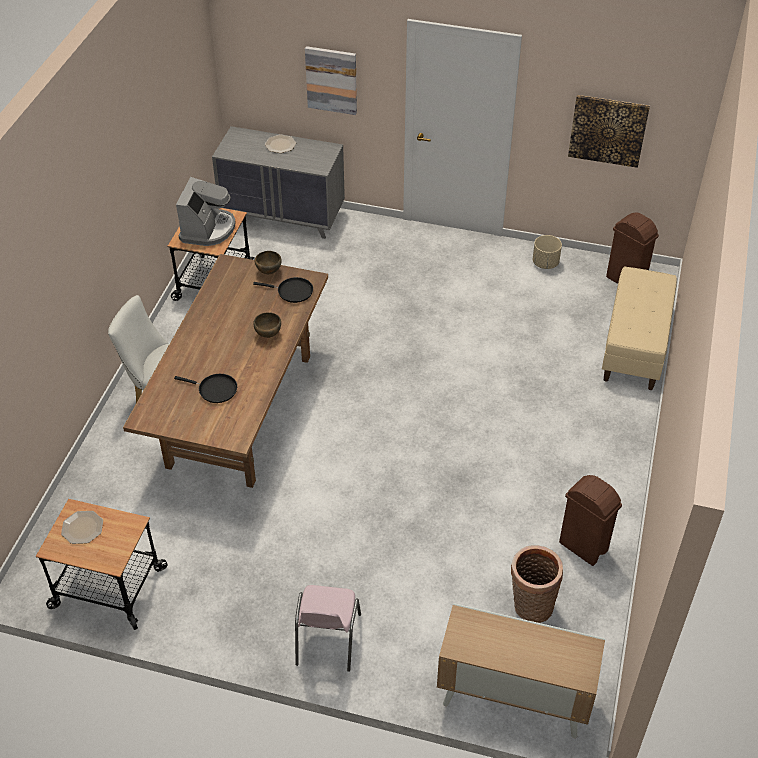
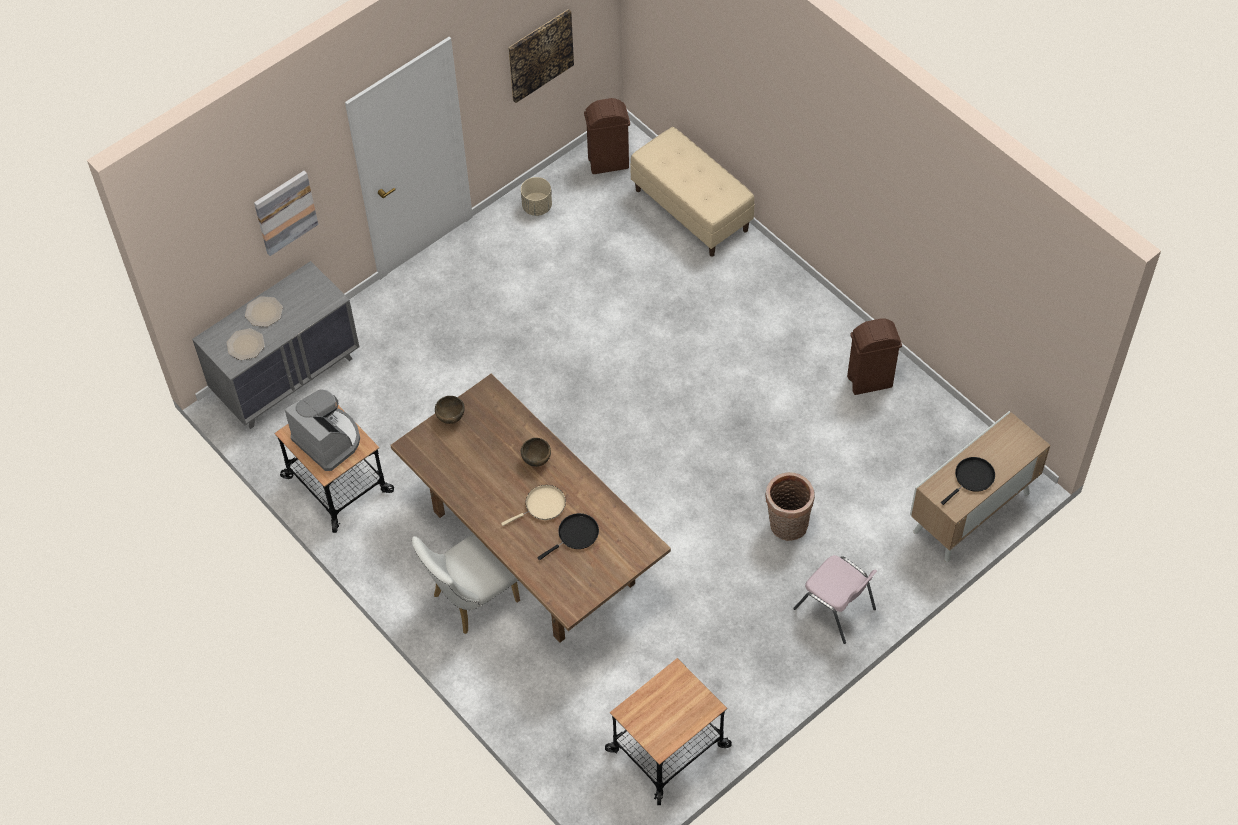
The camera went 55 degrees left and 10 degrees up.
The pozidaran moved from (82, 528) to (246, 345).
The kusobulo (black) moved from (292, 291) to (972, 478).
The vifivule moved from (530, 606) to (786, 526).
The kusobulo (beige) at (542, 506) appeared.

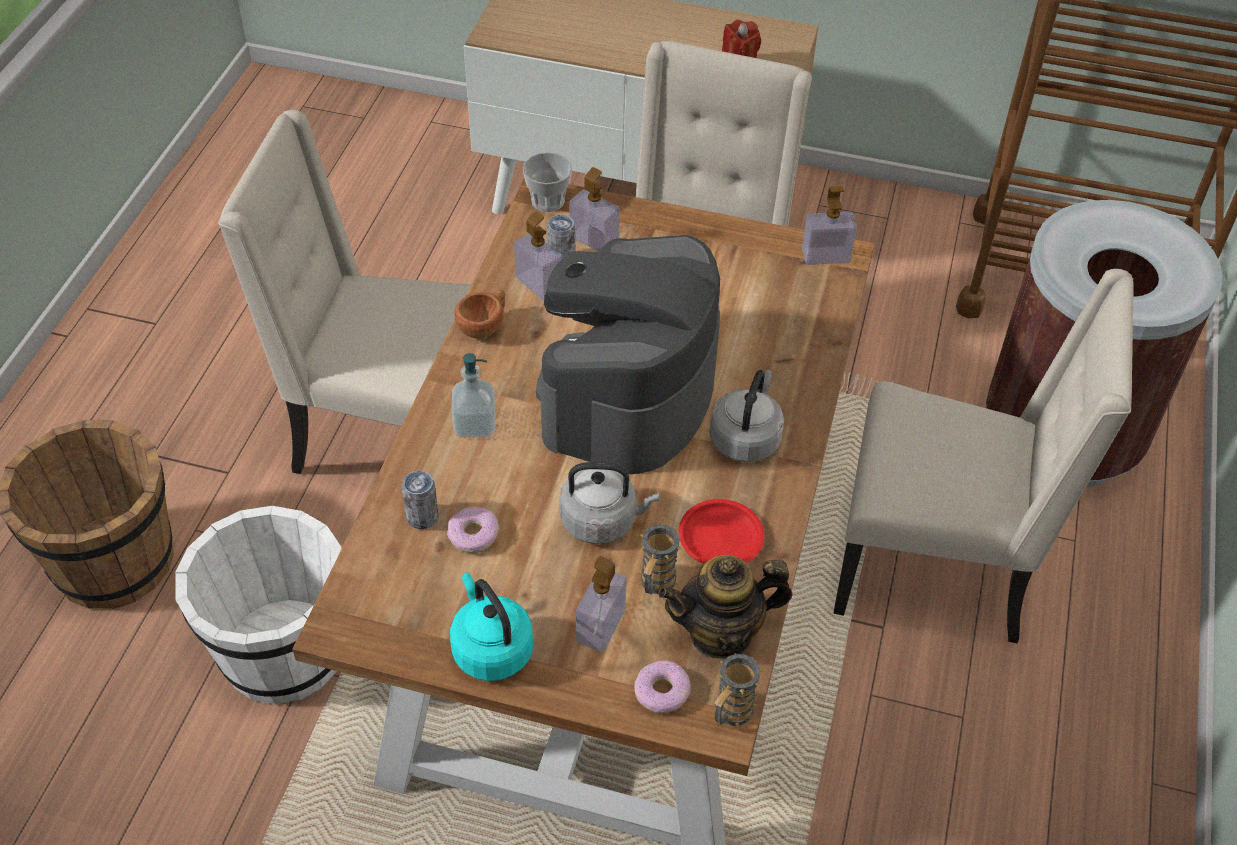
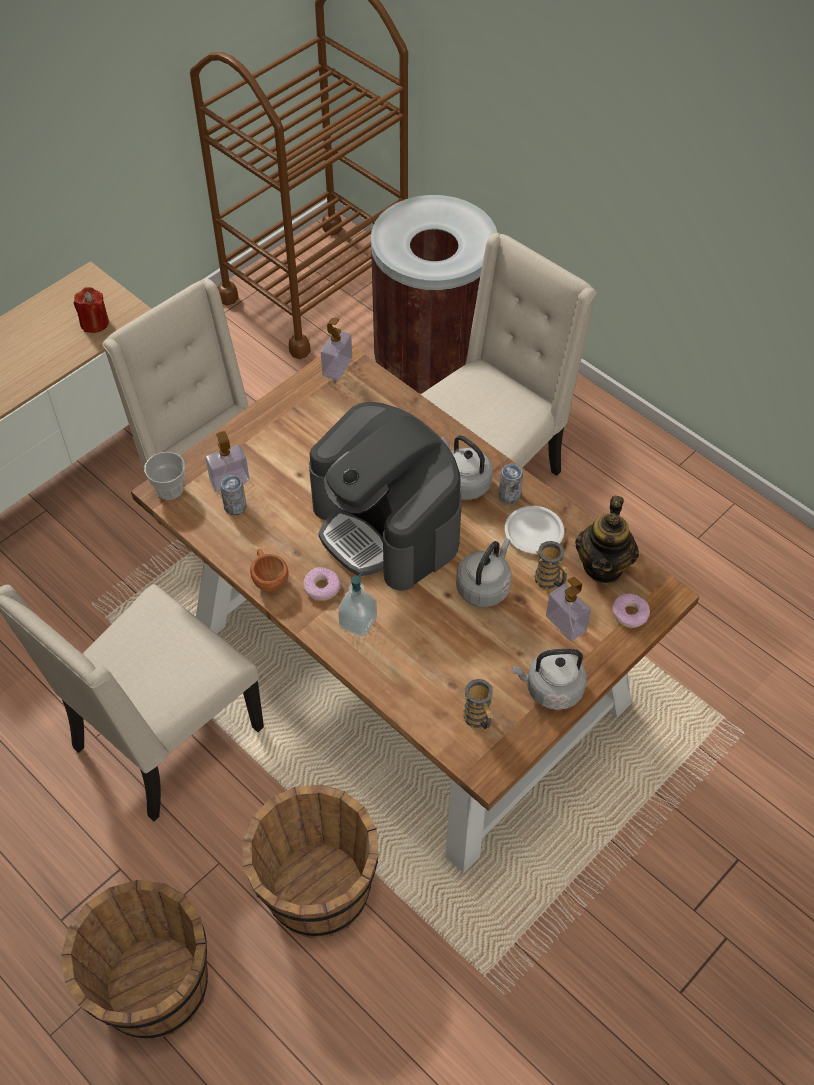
The camera went 60 degrees left and 5 degrees up.
The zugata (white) at (282, 651) became the zugata (brown) at (317, 891).
The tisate moved from (422, 517) to (509, 496).
The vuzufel moved from (473, 535) to (321, 588).
The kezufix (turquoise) at (490, 648) became the kezufix (grey) at (551, 689).
The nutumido at (539, 284) disappeared.
The pozidaran (red) at (721, 538) became the pozidaran (white) at (534, 532).
The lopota moved from (730, 714) to (479, 720).

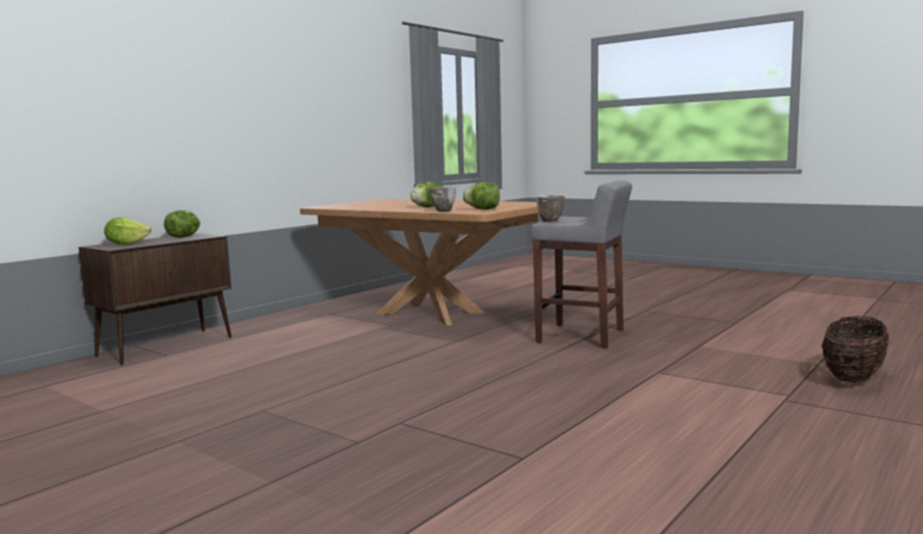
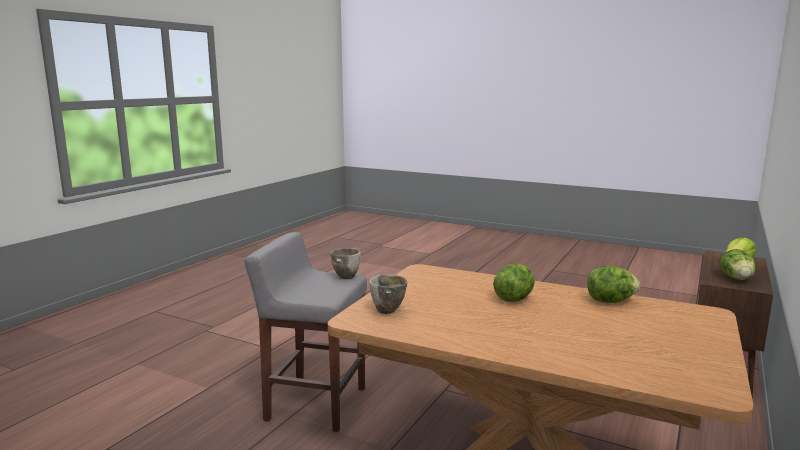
The camera went 170 degrees right and 5 degrees up.
The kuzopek moved from (443, 211) to (387, 311).
The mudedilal moved from (483, 209) to (610, 301).
The vifivule at (853, 378) disappeared.

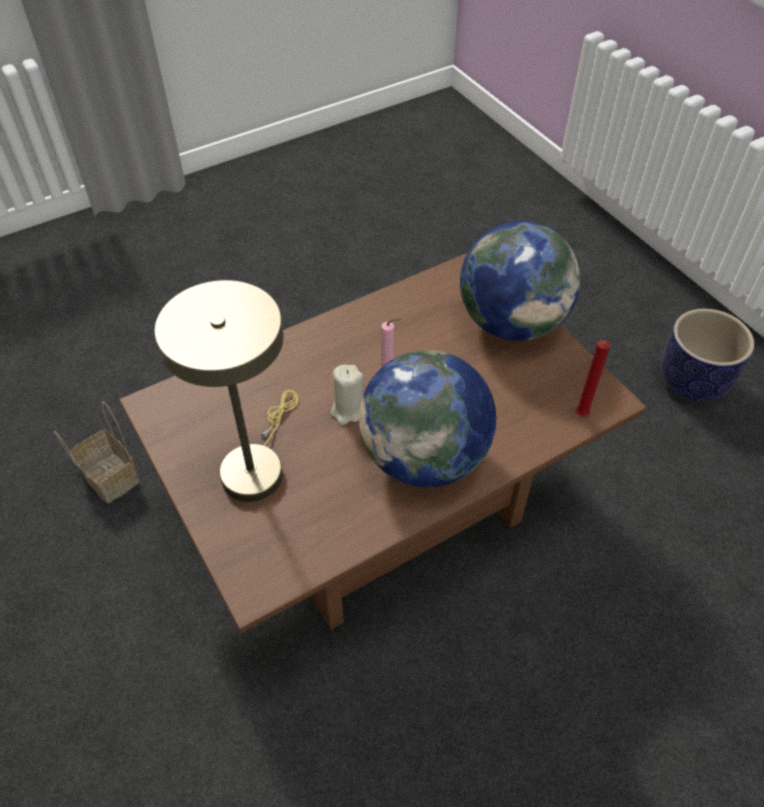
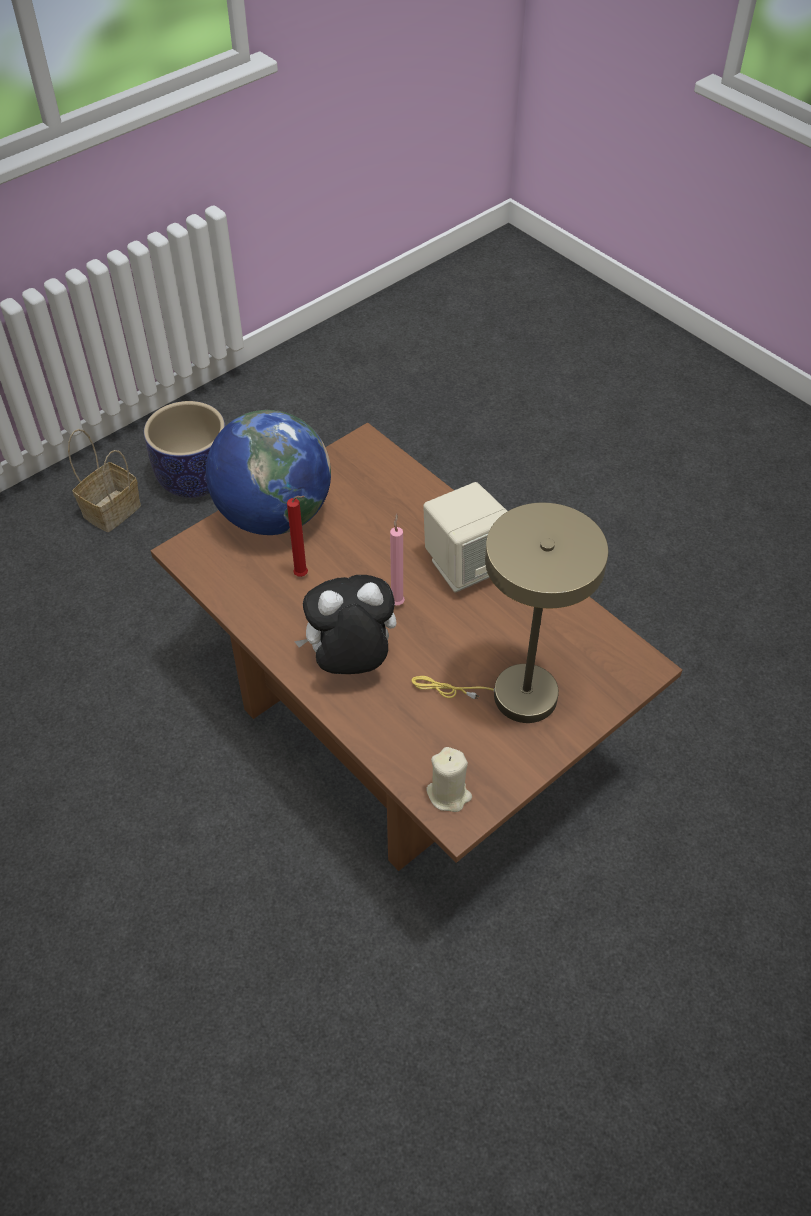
The camera went 100 degrees left and 0 degrees up.
The vifivule moved from (109, 477) to (111, 512).
The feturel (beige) moved from (349, 410) to (449, 794).
The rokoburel at (424, 458) was replaced by the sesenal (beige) at (465, 565).
The feturel (red) moved from (580, 416) to (303, 576).
The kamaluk at (350, 662) appeared.

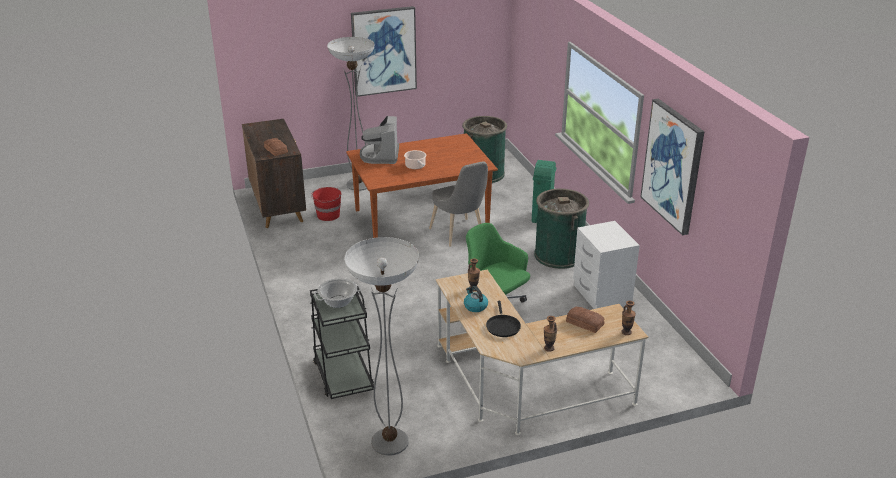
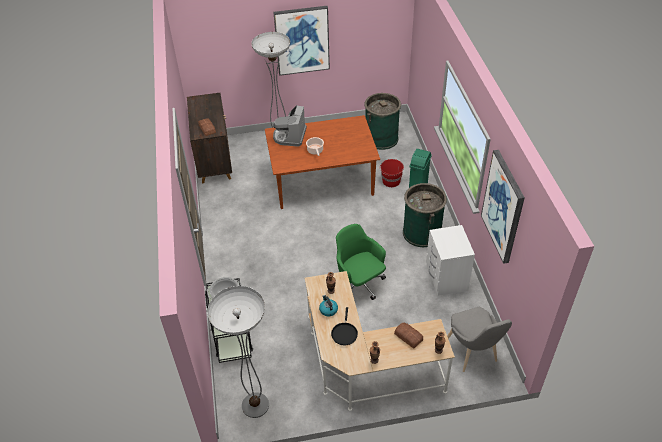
The camera went 10 degrees right and 15 degrees up.
The zugata (red) moved from (328, 215) to (391, 181).
The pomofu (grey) moved from (459, 235) to (473, 354).

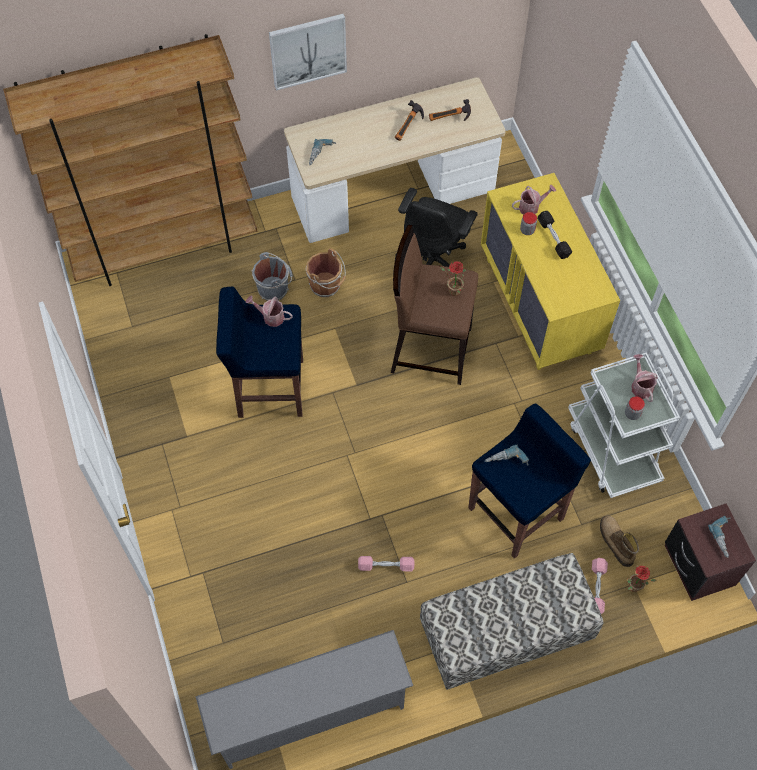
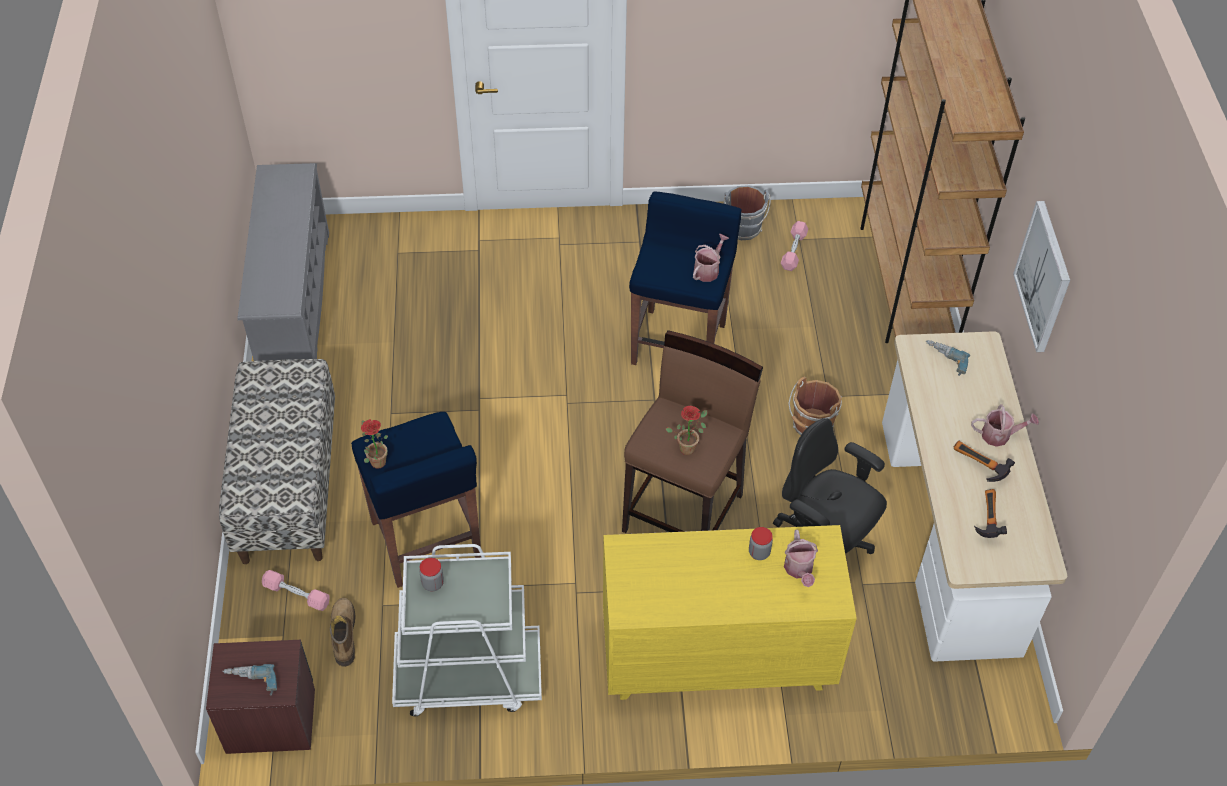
The camera went 105 degrees right and 10 degrees down.
The zugata (grey) moved from (274, 288) to (743, 229).
The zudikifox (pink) moved from (386, 566) to (793, 251).
The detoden at (506, 462) disappeared.
The zudikifox (black) at (553, 238) disappeared.
The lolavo at (615, 542) turned 90 degrees counterclockwise.
The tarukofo moved from (633, 589) to (375, 460).
The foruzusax moved from (640, 386) to (999, 435).

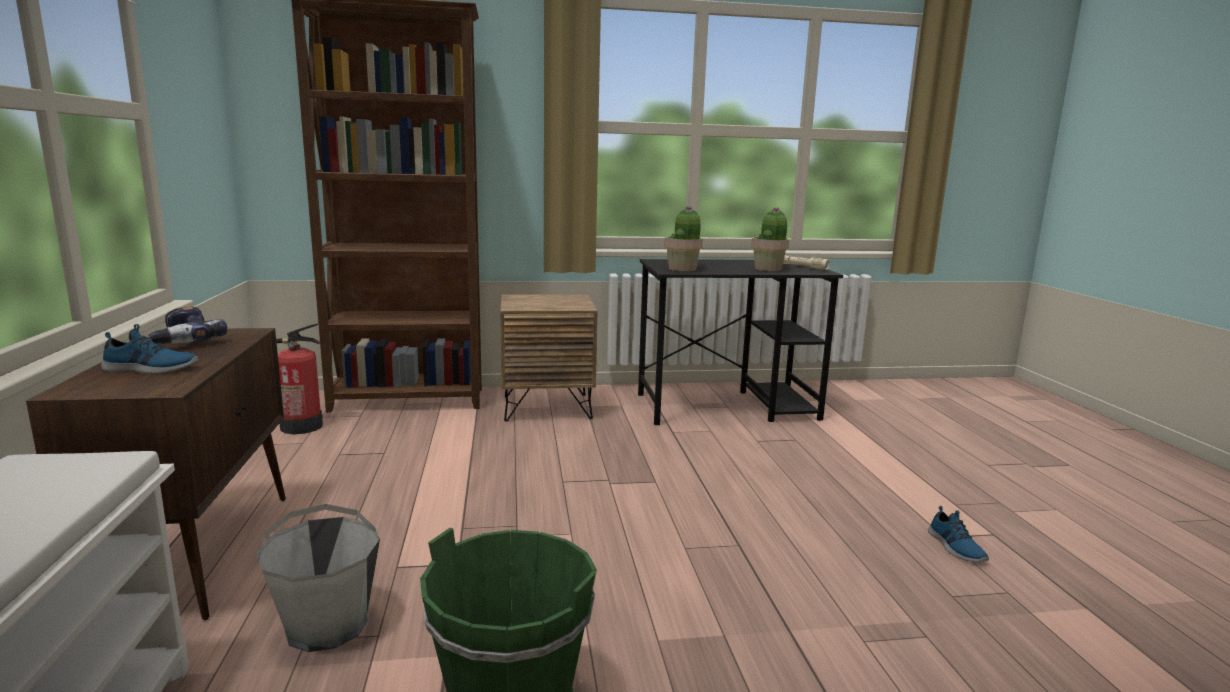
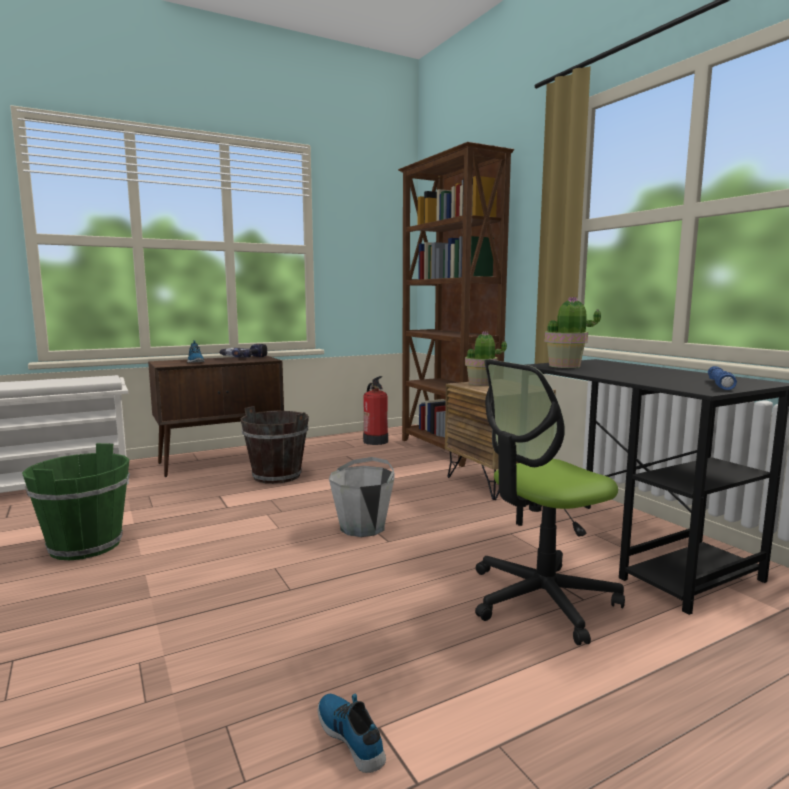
The camera went 70 degrees right and 5 degrees down.
The zugata (grey) moved from (327, 625) to (363, 527).
The tarukofo moved from (768, 269) to (481, 383).
The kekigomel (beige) at (801, 267) became the kekigomel (blue) at (719, 384).
The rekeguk at (955, 547) turned 90 degrees clockwise.
The zugata (brown) at (277, 476) appeared.
The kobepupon at (541, 599) appeared.

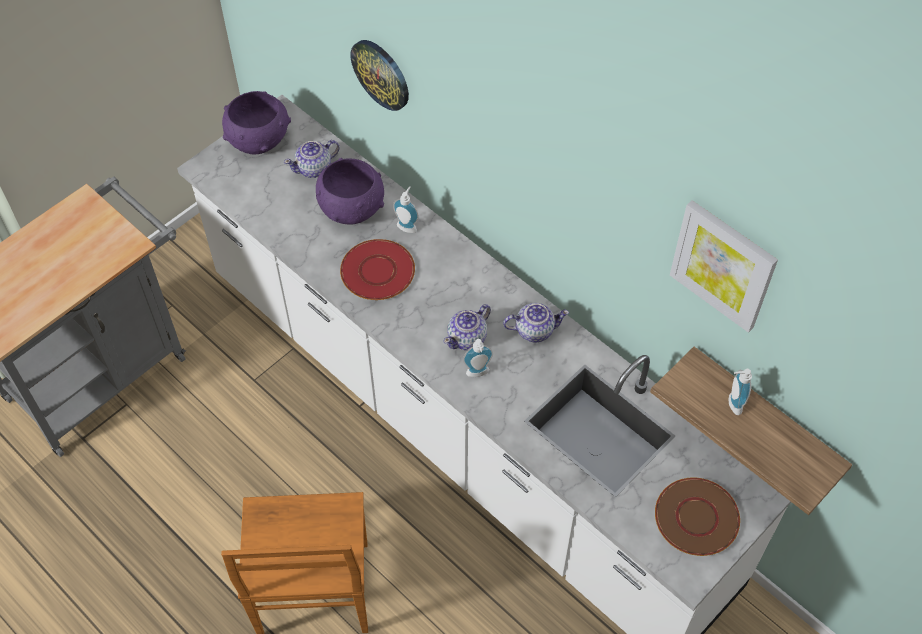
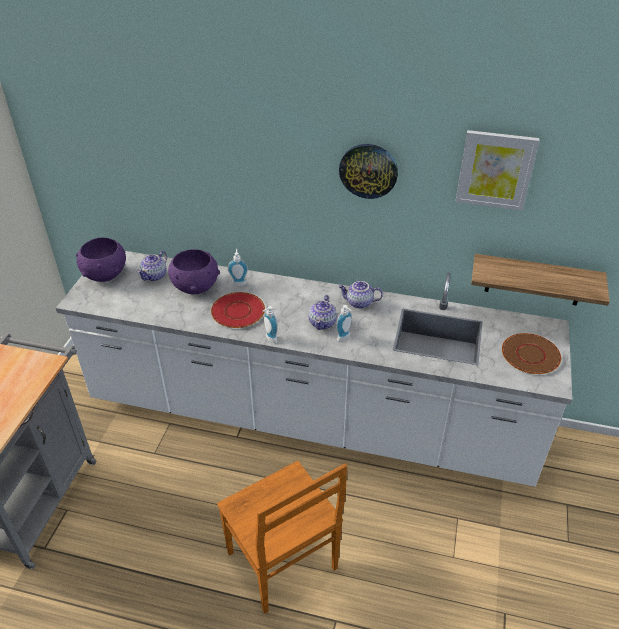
The camera went 30 degrees left and 15 degrees down.
The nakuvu moved from (381, 74) to (368, 170).
The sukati at (534, 329) turned 135 degrees counterclockwise.
The nutumido moved from (732, 404) to (269, 339).

